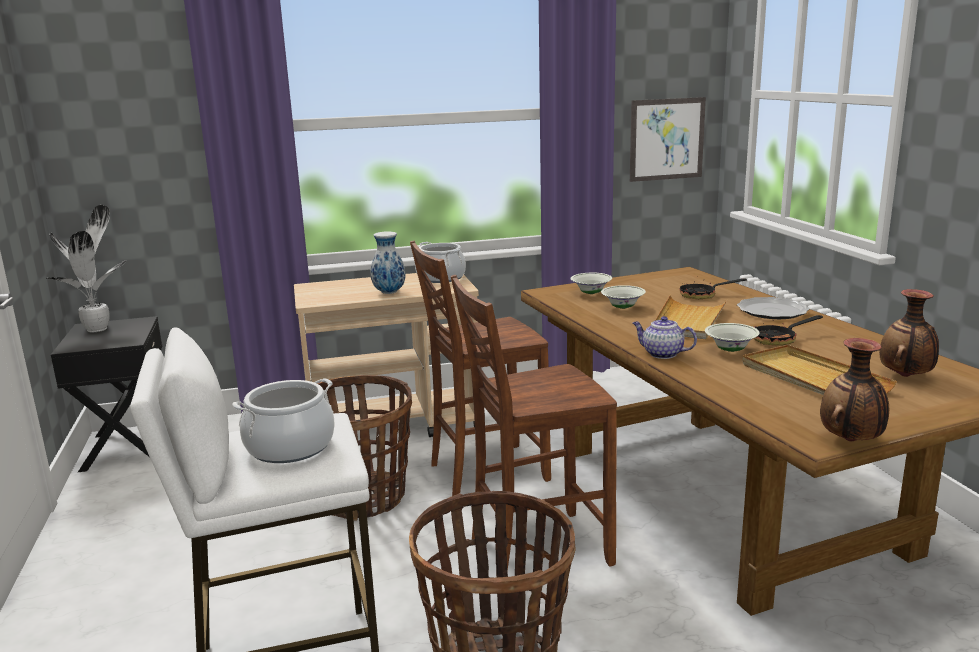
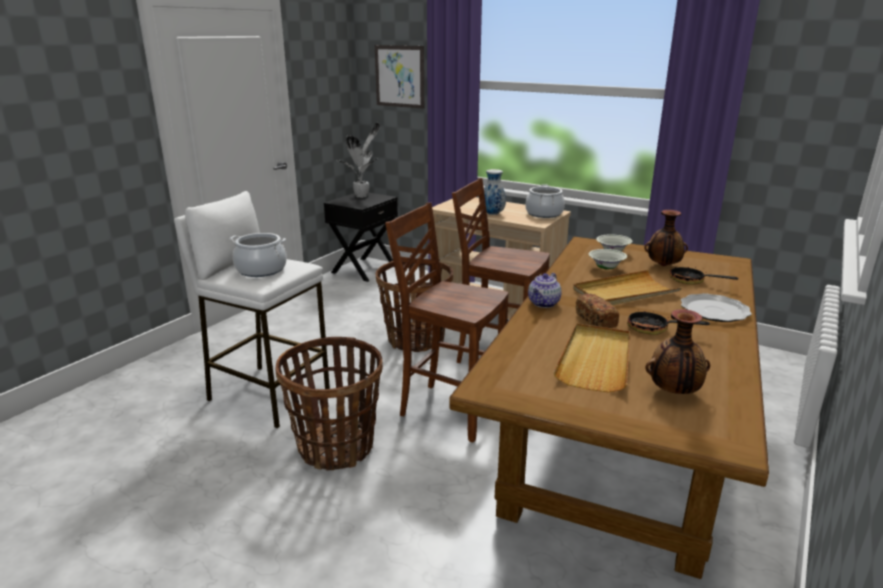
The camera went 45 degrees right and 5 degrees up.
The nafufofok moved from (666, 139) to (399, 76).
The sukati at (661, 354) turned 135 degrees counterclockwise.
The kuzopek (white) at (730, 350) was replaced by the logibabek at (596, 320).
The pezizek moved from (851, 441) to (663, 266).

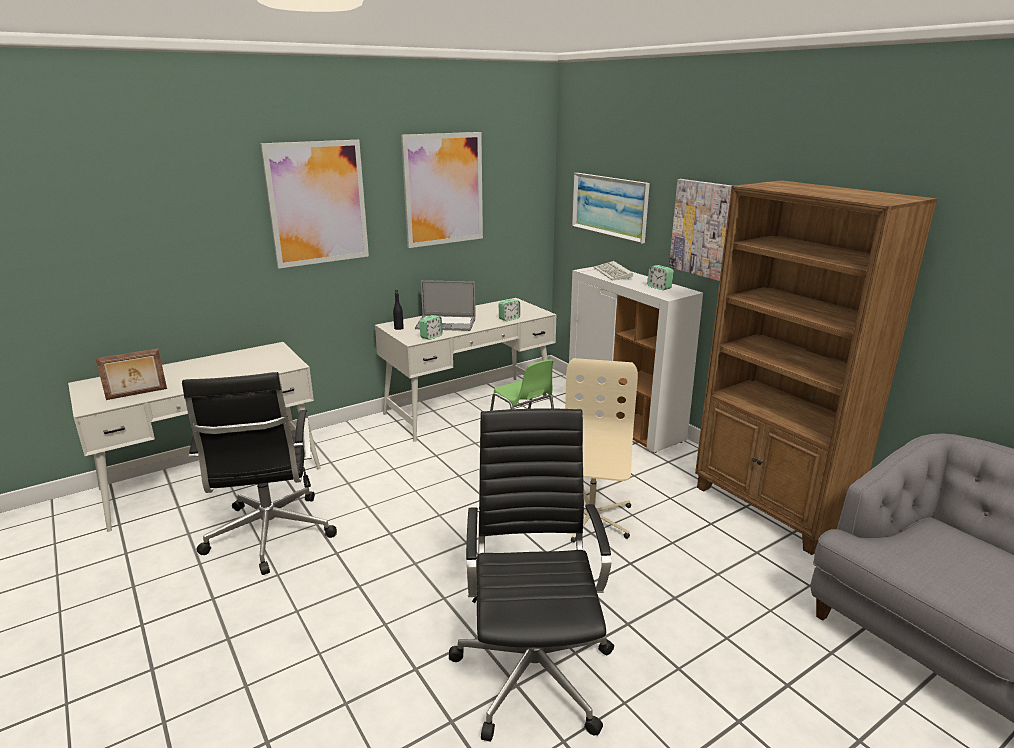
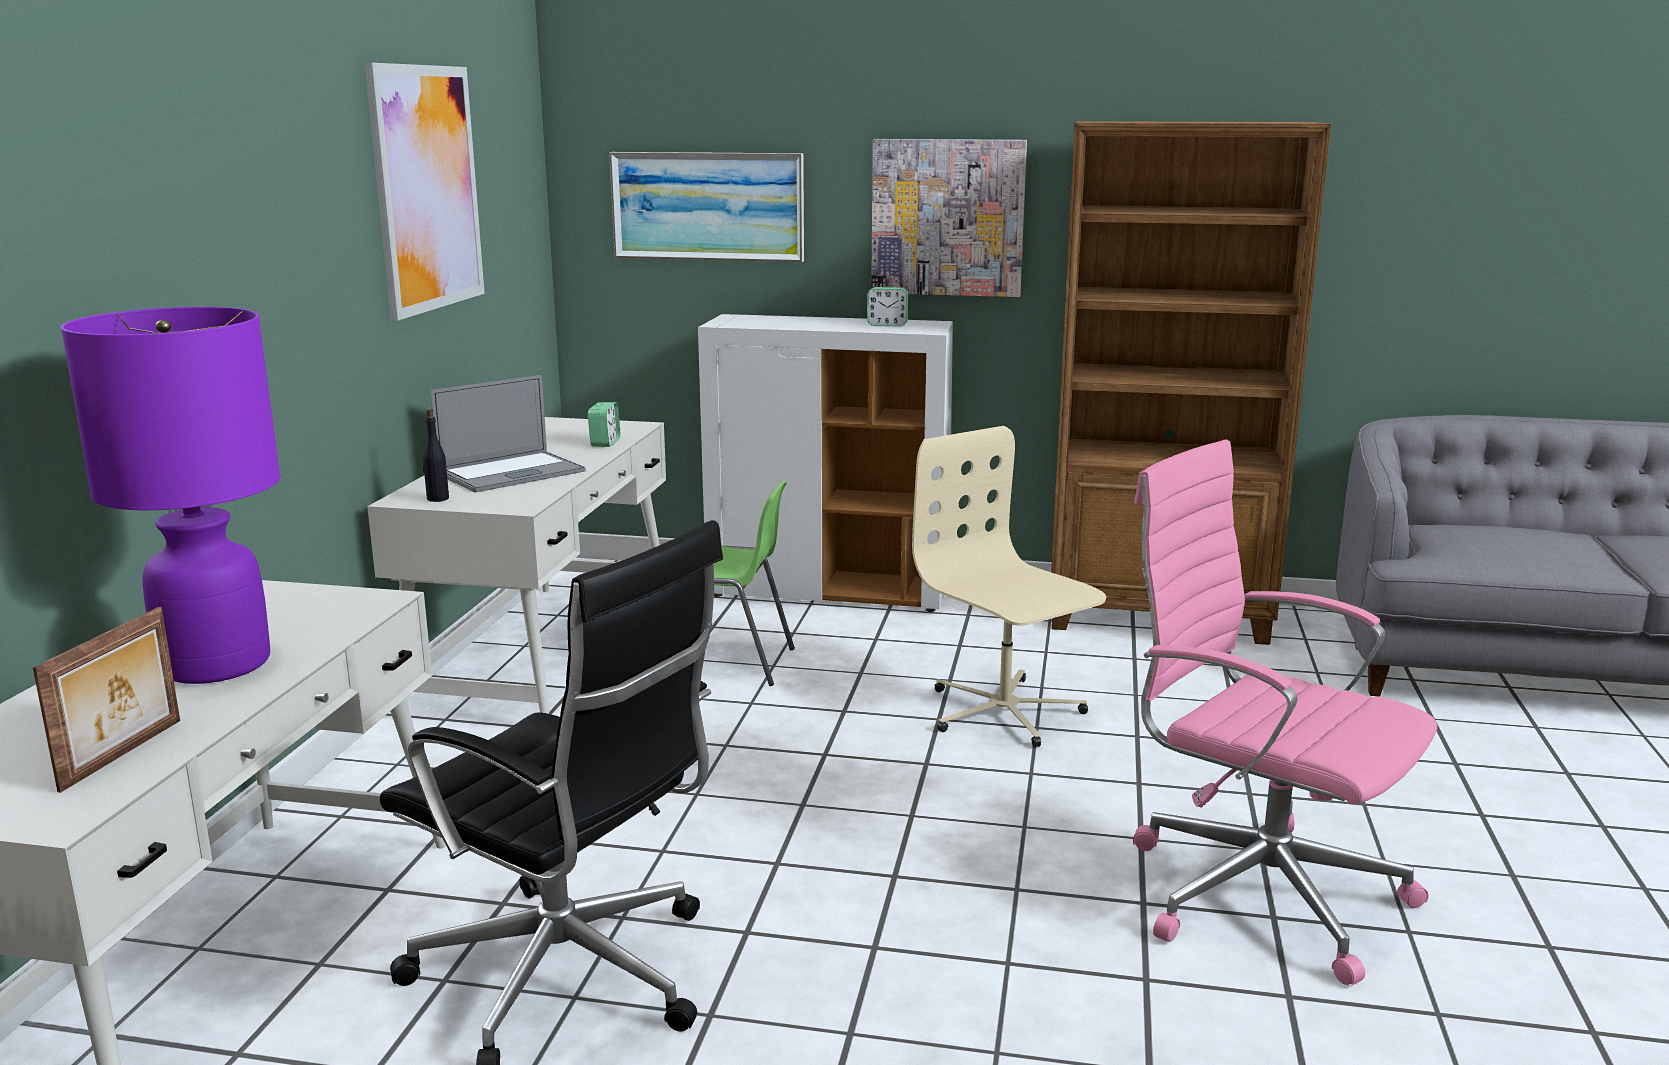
The camera went 45 degrees left and 5 degrees down.
The nafufofok at (317, 203) disappeared.
The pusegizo at (431, 337) disappeared.
The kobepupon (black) at (534, 669) became the kobepupon (pink) at (1257, 891).
The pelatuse at (613, 274) disappeared.
The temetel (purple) at (214, 665) appeared.

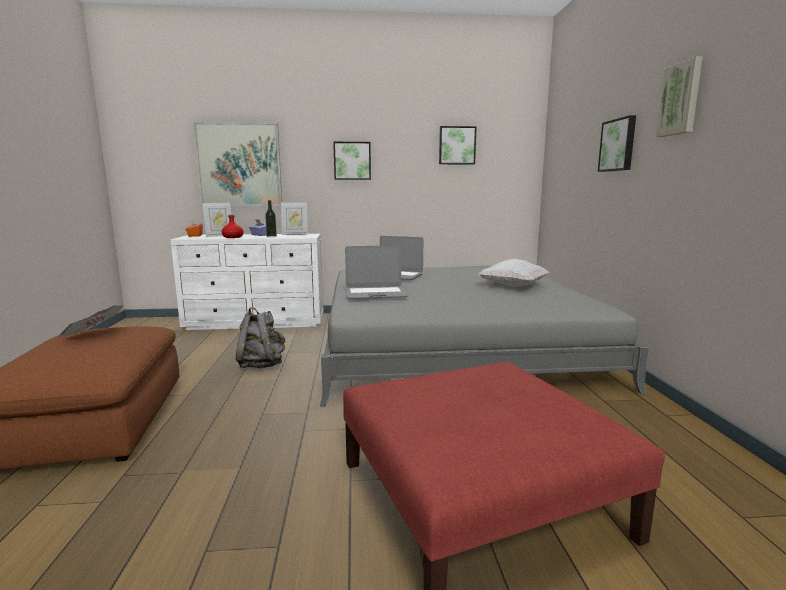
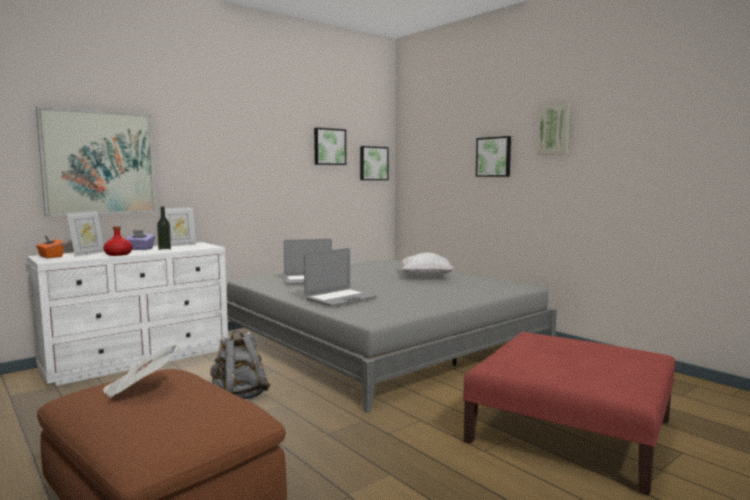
The camera went 35 degrees left and 5 degrees down.
The nafufofok moved from (352, 161) to (373, 163).

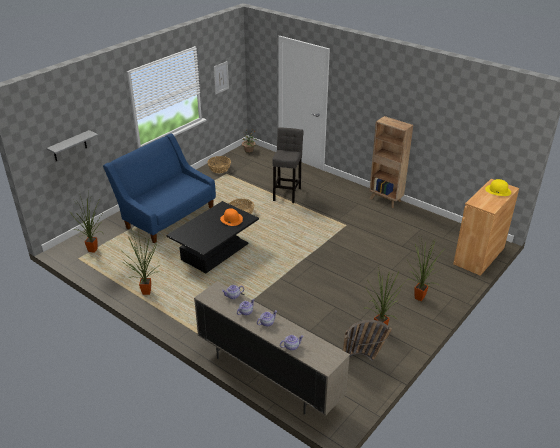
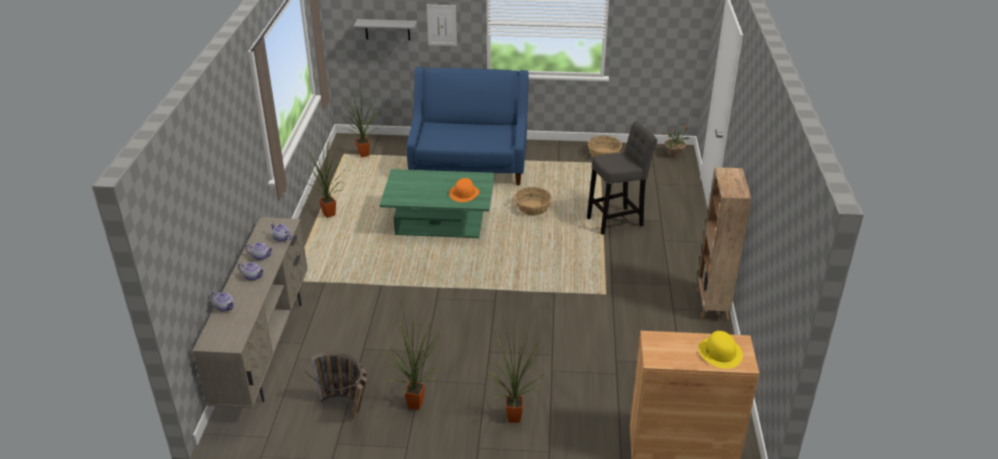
The camera went 55 degrees right and 0 degrees up.
The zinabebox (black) at (215, 251) became the zinabebox (green) at (440, 224).
The nafufofok moved from (221, 77) to (442, 25).

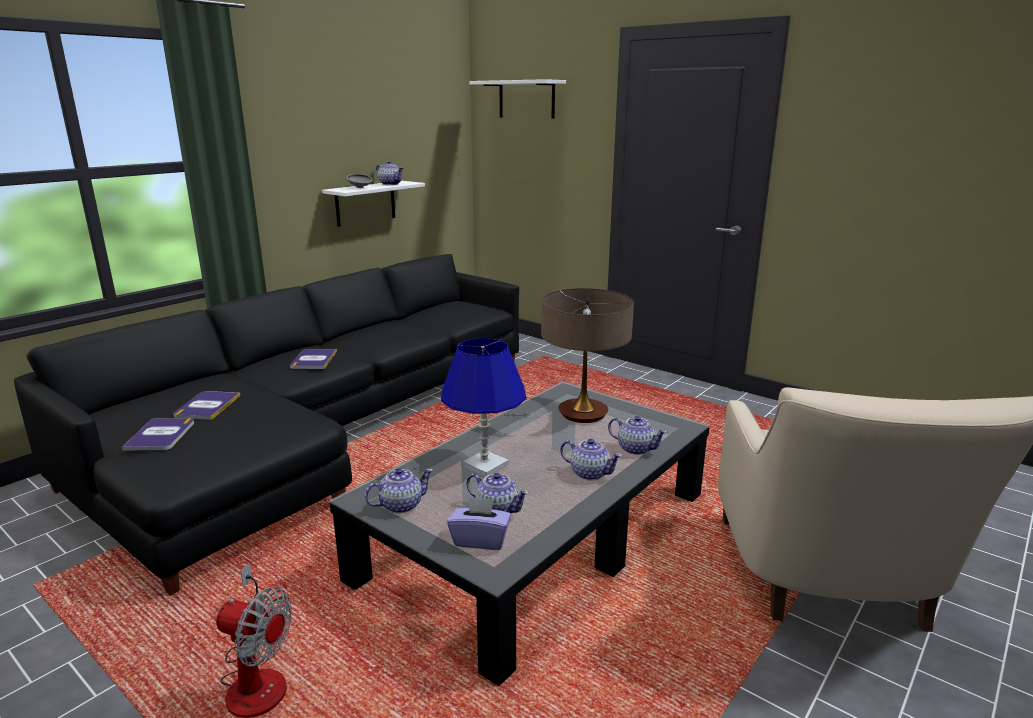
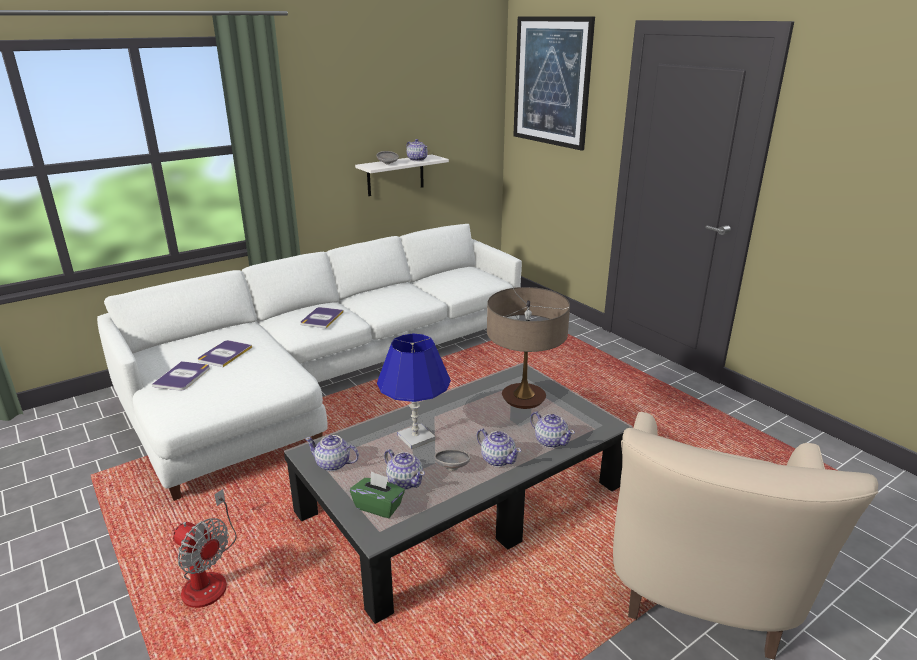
The camera went 15 degrees right and 5 degrees up.
The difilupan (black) at (315, 433) became the difilupan (white) at (324, 376).
The sukati at (400, 505) turned 150 degrees counterclockwise.
The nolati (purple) at (480, 540) became the nolati (green) at (378, 506).
The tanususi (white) at (526, 99) was replaced by the nafufofok at (551, 82).
The kuzopek (grey) at (452, 467) appeared.

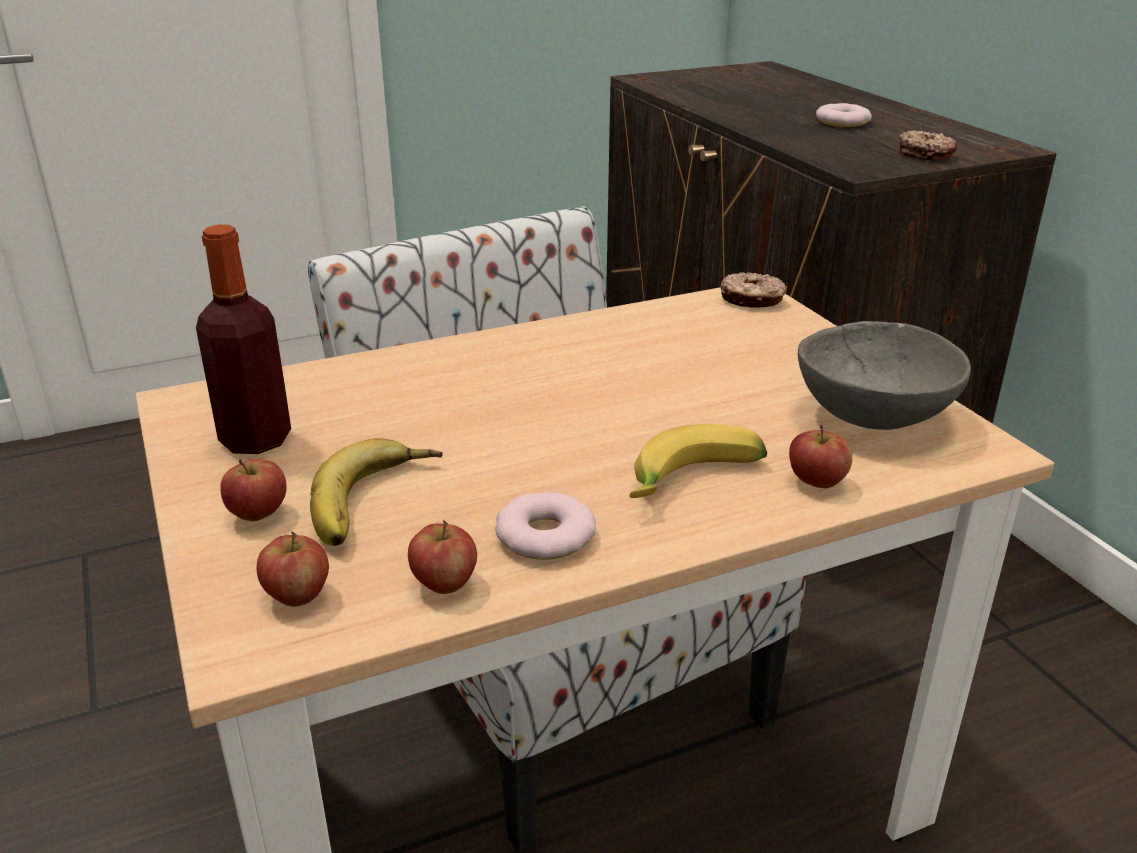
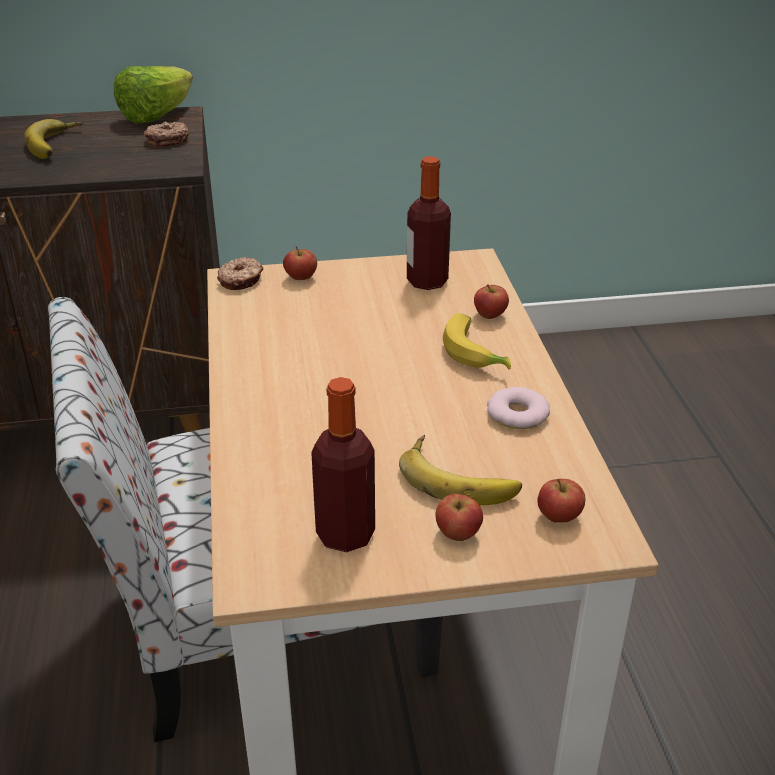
The camera went 75 degrees left and 5 degrees up.
The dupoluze moved from (444, 584) to (301, 278).
The kuzopek (grey) at (872, 417) was replaced by the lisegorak at (427, 281).
The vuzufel at (842, 122) was replaced by the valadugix at (58, 145).
The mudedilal at (156, 116) appeared.

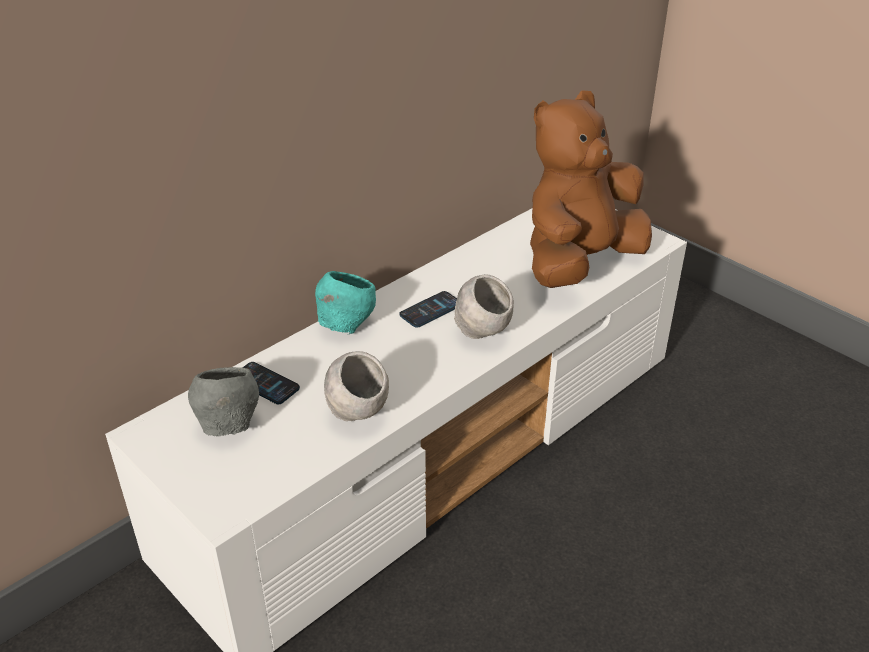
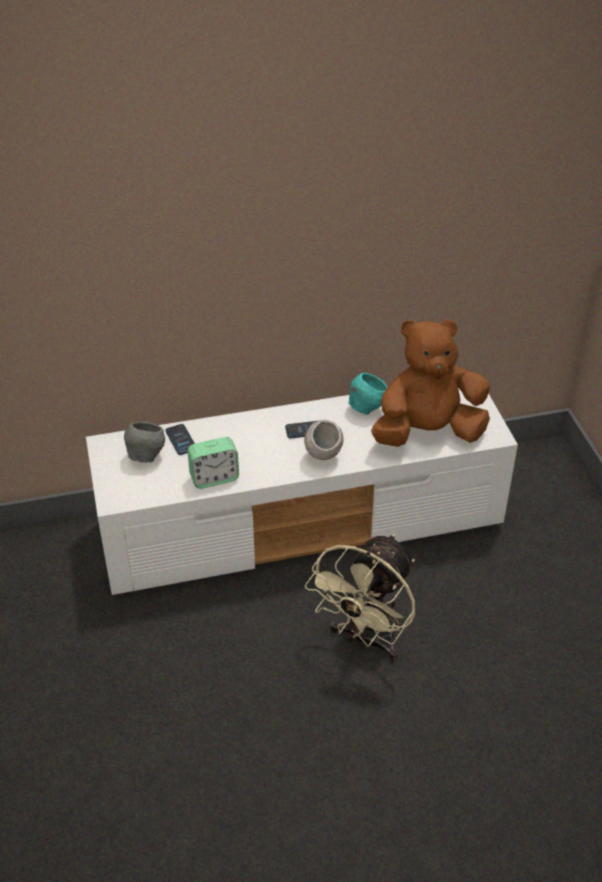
The camera went 30 degrees right and 5 degrees up.
The kuzopek (turquoise) moved from (346, 327) to (366, 409).
The kuzopek (grey) at (357, 416) was replaced by the pusegizo at (214, 478).
The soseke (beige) at (366, 640) appeared.

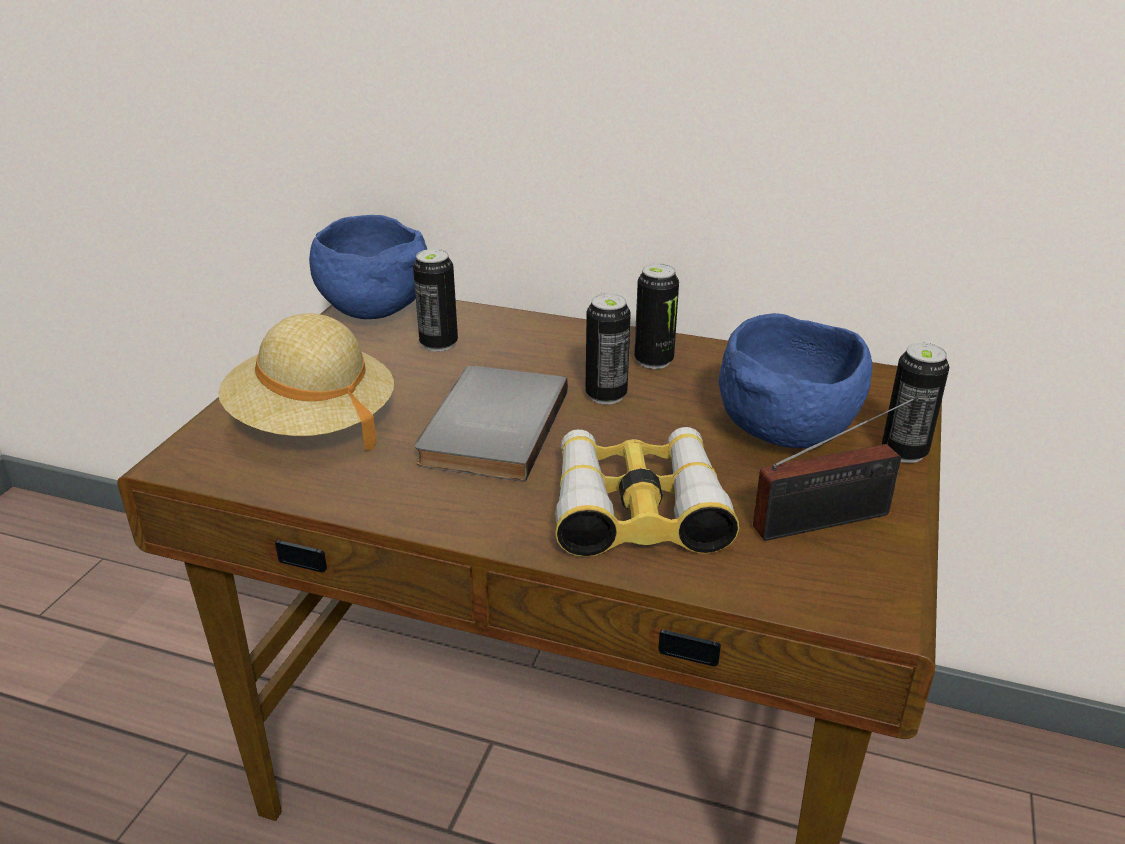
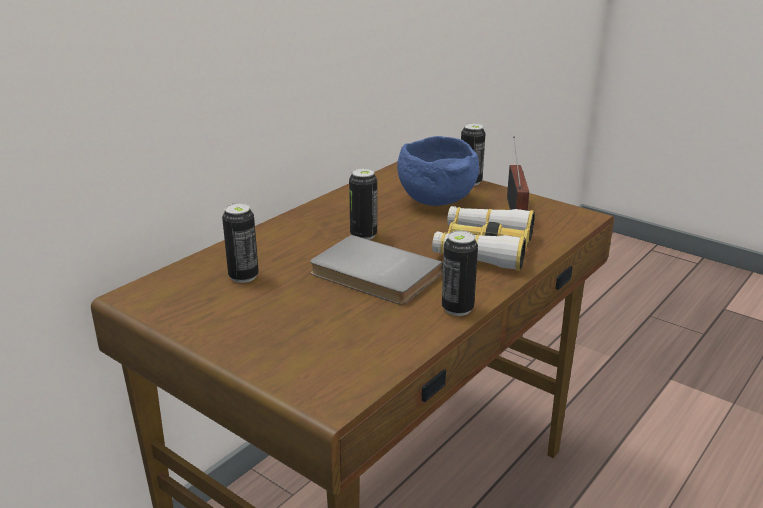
The camera went 70 degrees left and 5 degrees down.
The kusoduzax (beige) at (313, 423) disappeared.
The kuzopek (blue) at (371, 310) disappeared.
The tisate moved from (653, 361) to (457, 308).

